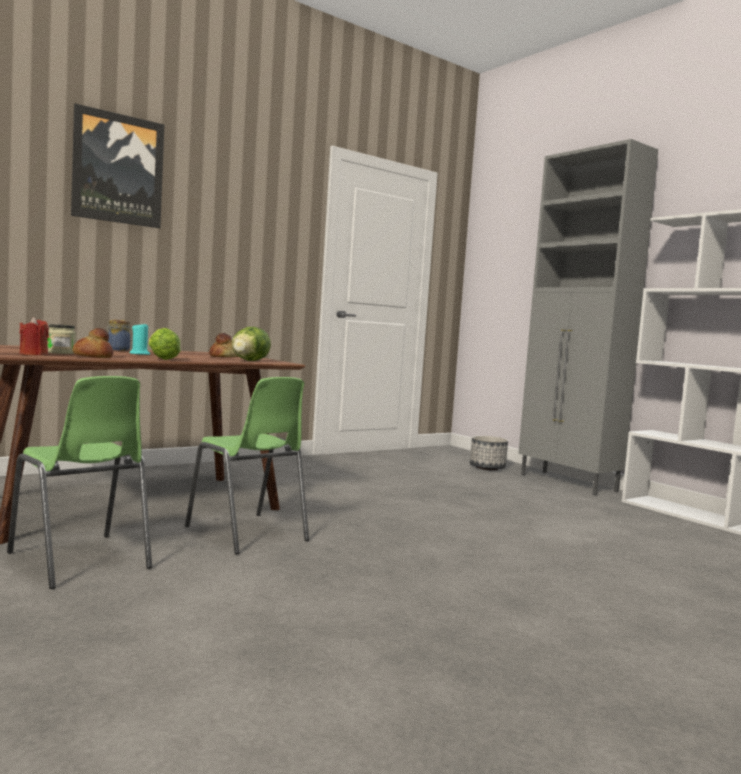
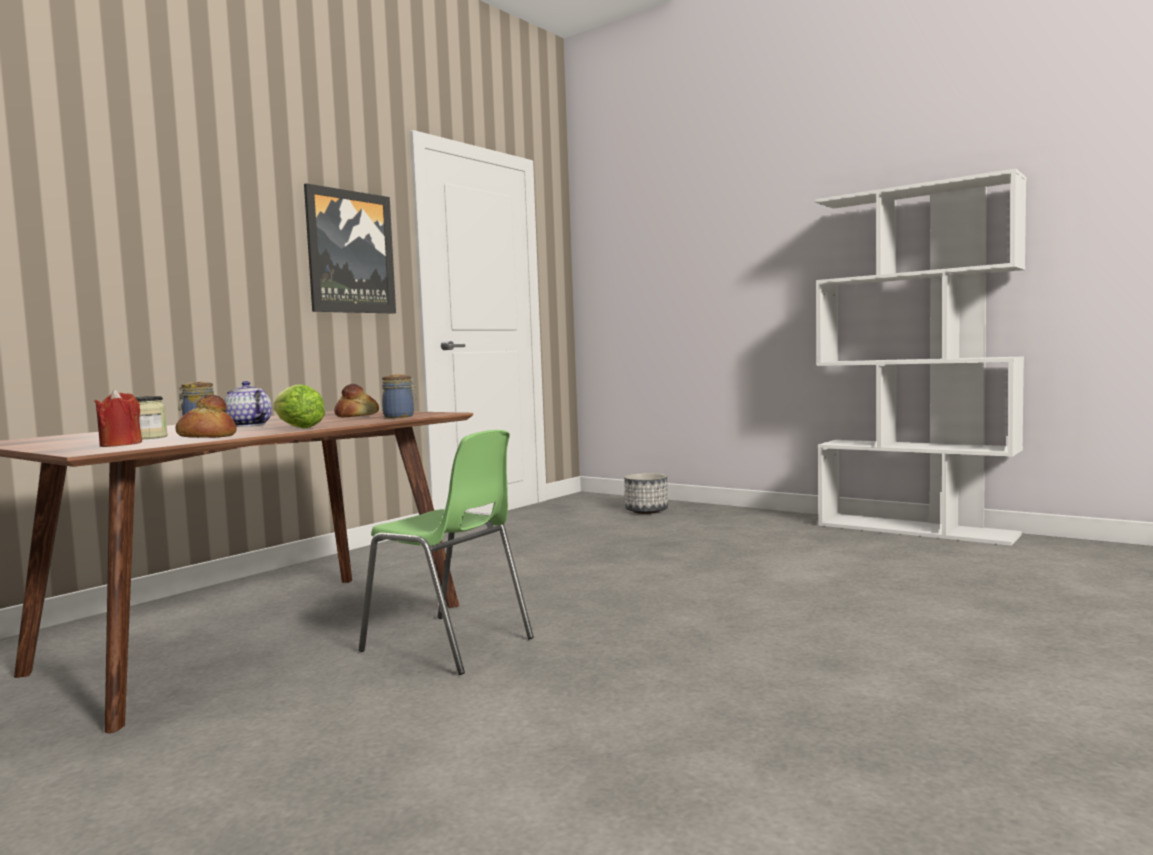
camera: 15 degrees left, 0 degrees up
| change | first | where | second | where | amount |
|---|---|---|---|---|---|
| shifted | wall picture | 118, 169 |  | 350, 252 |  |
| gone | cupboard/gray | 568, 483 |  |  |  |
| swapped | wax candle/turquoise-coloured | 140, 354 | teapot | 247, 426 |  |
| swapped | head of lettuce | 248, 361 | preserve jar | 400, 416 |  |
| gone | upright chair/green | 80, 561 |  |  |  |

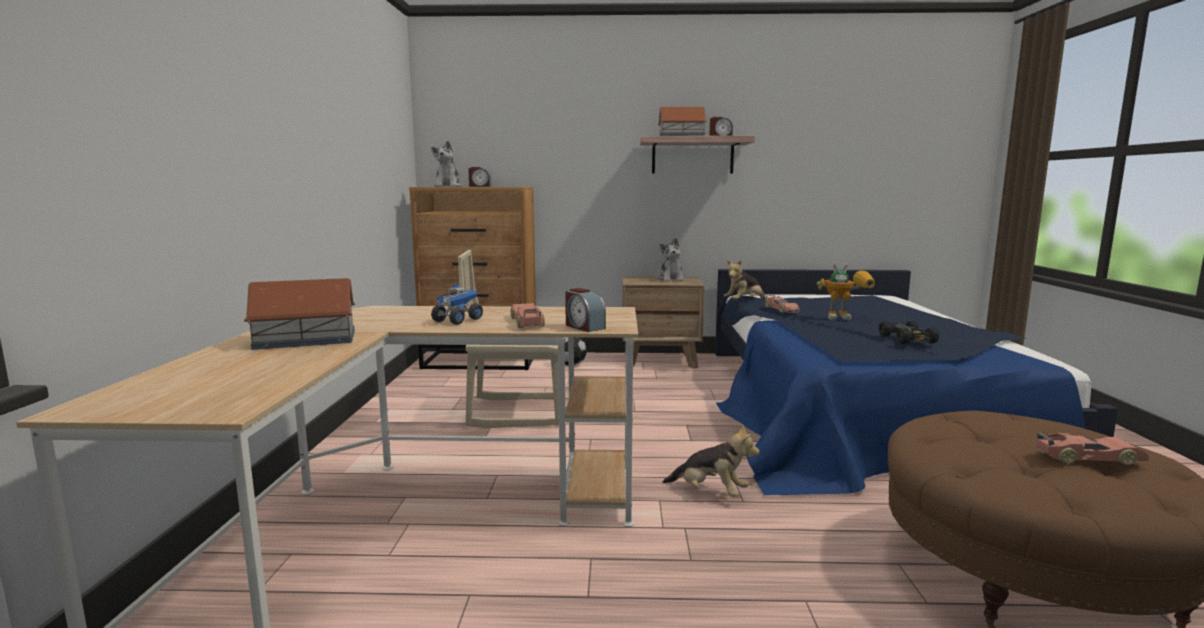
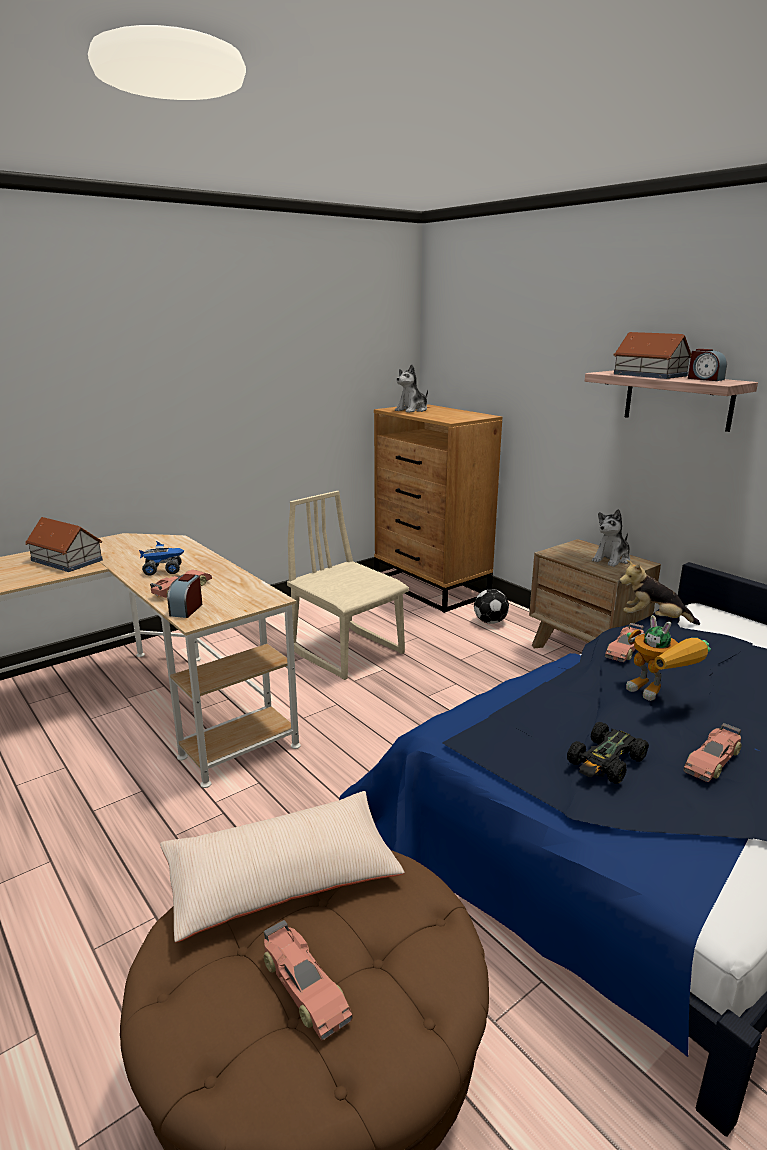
camera: 50 degrees right, 10 degrees up
| change | first | where | second | where | amount |
|---|---|---|---|---|---|
| gone | bedside clock | 480, 186 |  |  |  |
| gone | cuddly toy | 710, 492 |  |  |  |
| new |  |  | model car | 712, 760 |  |
| new |  |  | pillow/beige-coloured | 282, 879 |  |

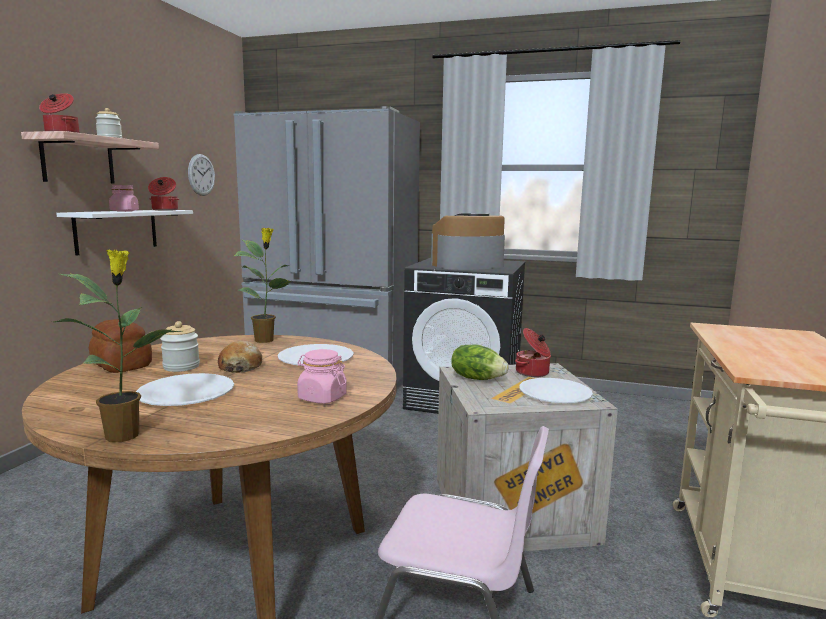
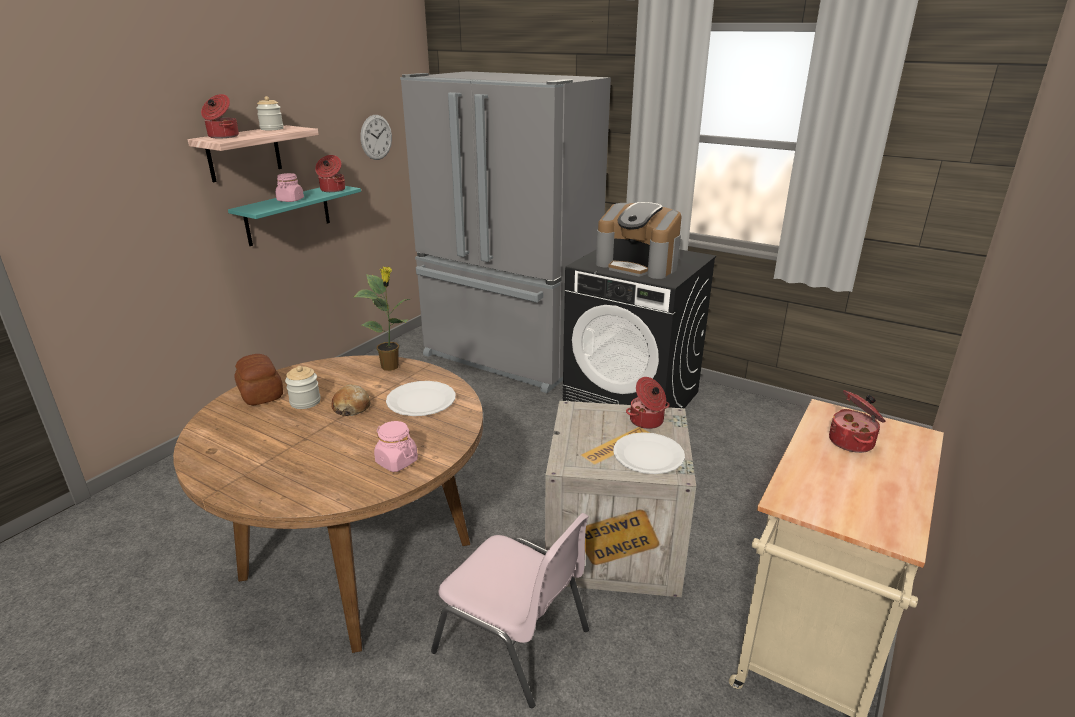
camera: 15 degrees right, 15 degrees up
| change | first | where | second | where | amount |
|---|---|---|---|---|---|
| repainted | shelf/whitish | 117, 230 | shelf/turquoise-coloured | 288, 214 |  |
| rotated | coffee brewer | 468, 265 |  | 638, 265 | 135 degrees counterclockwise |
| gone | houseplant | 125, 435 |  |  |  |
| gone | head of lettuce | 477, 378 |  |  |  |
| gone | plate/whitish | 186, 392 |  |  |  |
| new |  |  | cooking pot | 852, 442 |  |

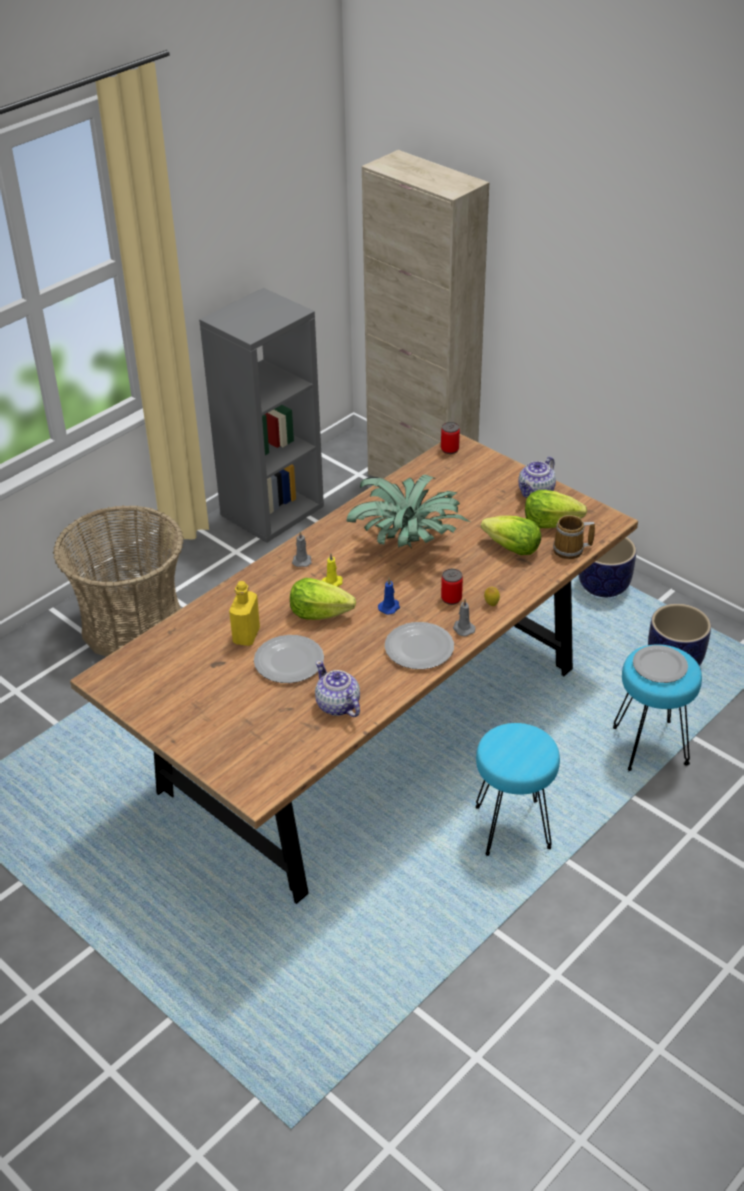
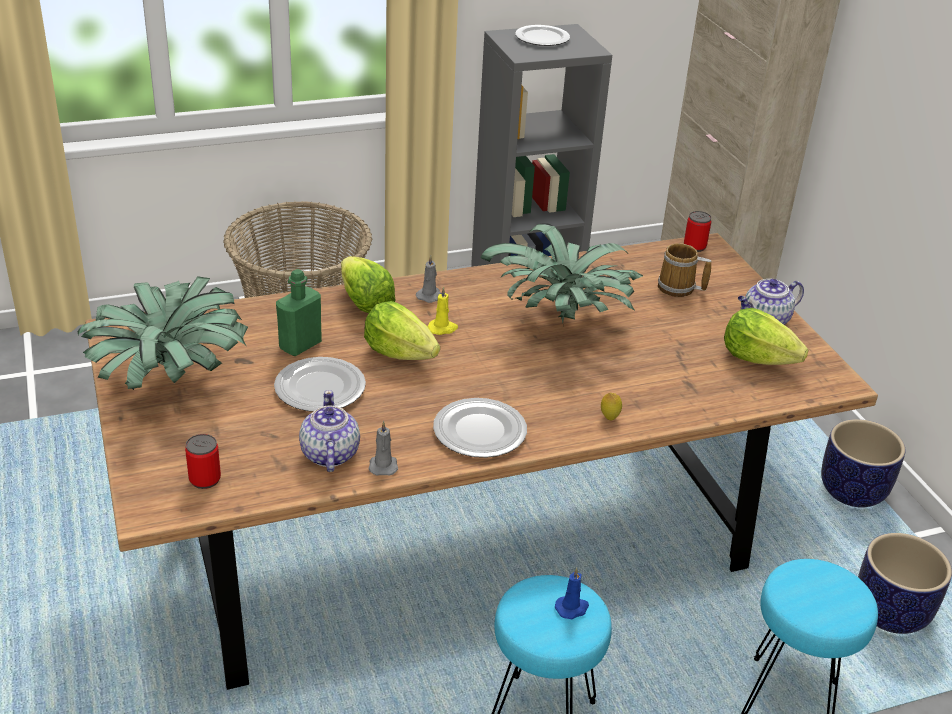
camera: 25 degrees right, 5 degrees down
| change | first | where | second | where | amount |
|---|---|---|---|---|---|
| shifted | coffee mug | 570, 550 |  | 678, 288 |  |
| shifted | head of lettuce | 512, 549 |  | 365, 303 |  |
| shifted | sealed can | 451, 598 |  | 205, 479 |  |
| shifted | wax candle/blue-coloured | 389, 607 |  | 572, 608 |  |
| repainted | drink bottle/yellow-coloured | 246, 636 | drink bottle/green | 300, 345 |  |
| shifted | wax candle/gray | 463, 628 |  | 383, 465 |  |
| shifted | plate | 658, 666 |  | 541, 38 |  |
| new |  |  | houseplant | 170, 380 |  |

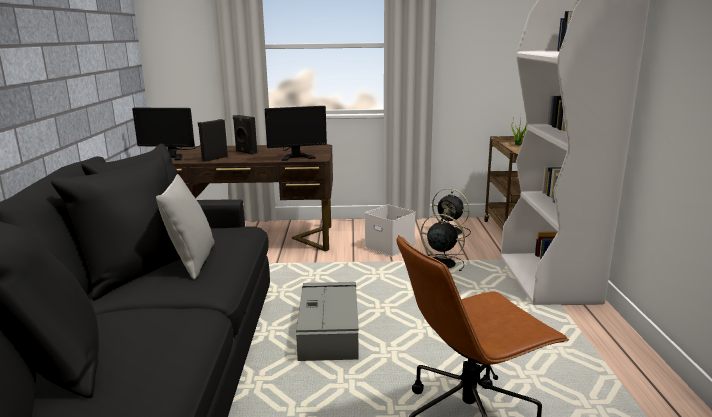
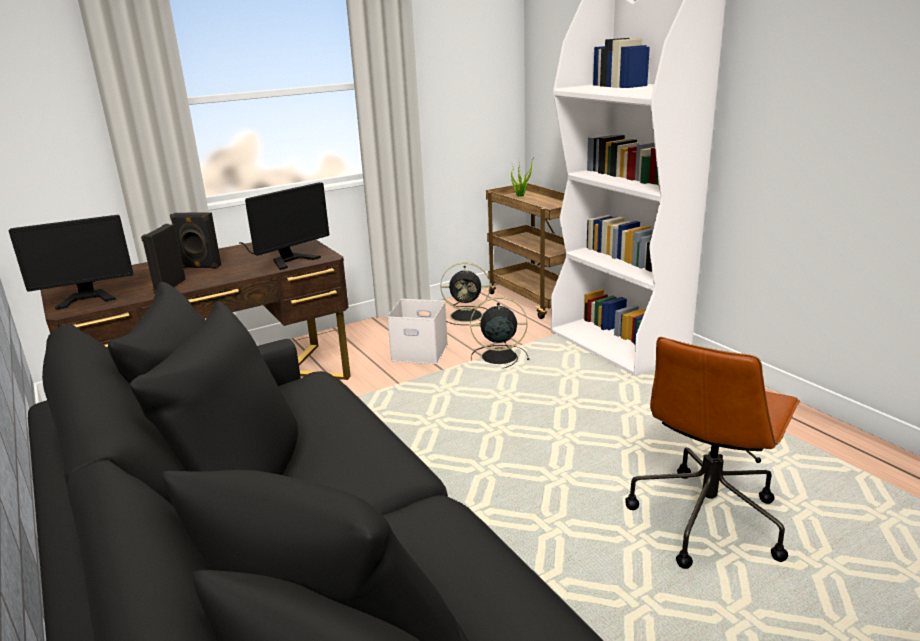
camera: 30 degrees left, 5 degrees up
| change | first | where | second | where | amount |
|---|---|---|---|---|---|
| gone | pillow/gray | 192, 261 |  |  |  |
| gone | storage box/gray | 329, 331 |  |  |  |

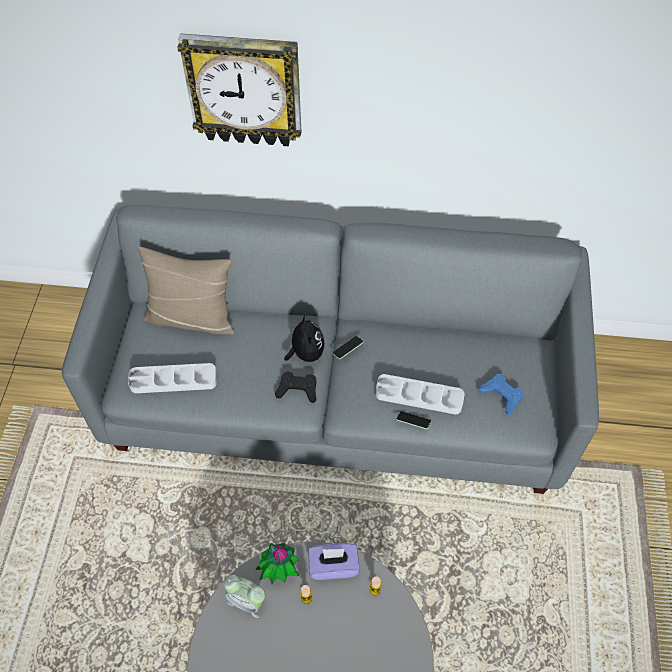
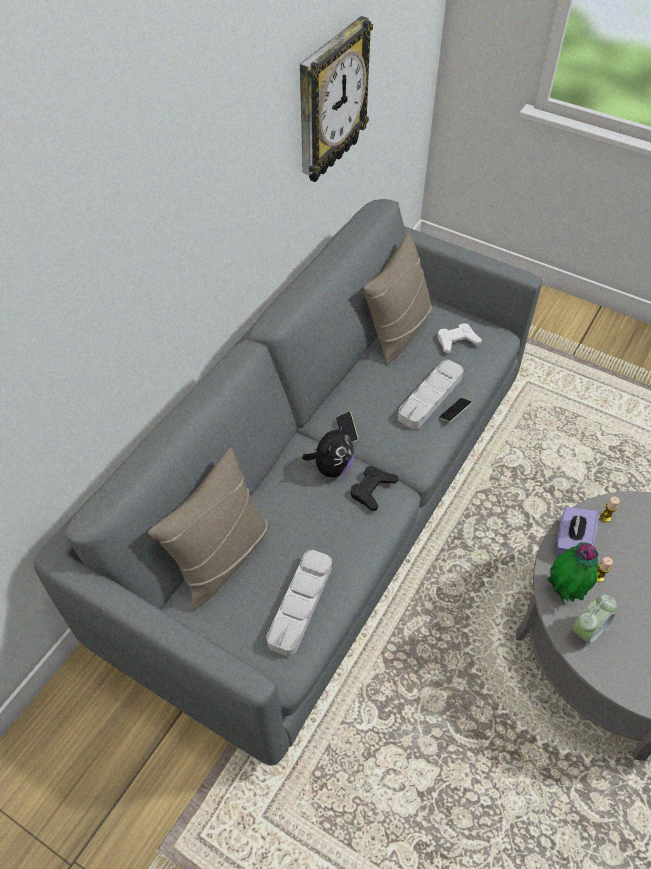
camera: 65 degrees left, 5 degrees down
| change | first | where | second | where | amount |
|---|---|---|---|---|---|
| shifted | hanging clock | 244, 90 |  | 330, 102 |  |
| rotated | cuddly toy | 306, 353 |  | 331, 467 | 105 degrees clockwise |
| repainted | gamepad/blue-coloured | 501, 395 | gamepad/whitish | 457, 341 |  |
| new |  |  | pillow/beige-coloured | 397, 331 |  |

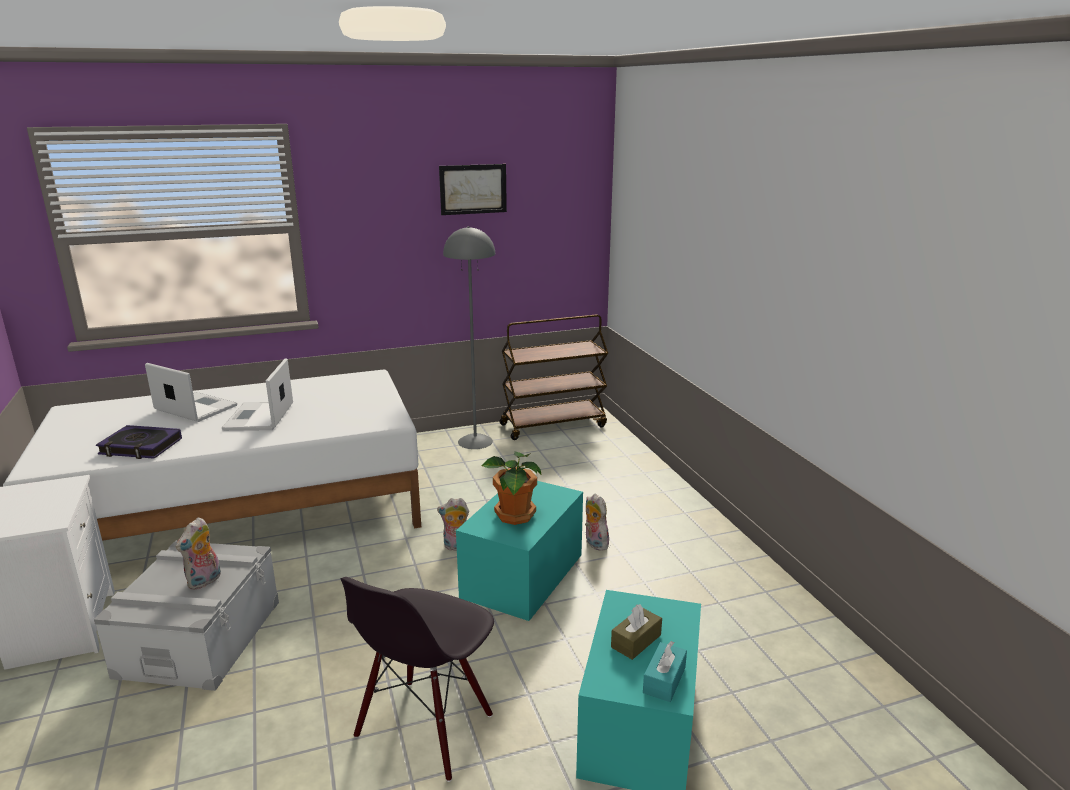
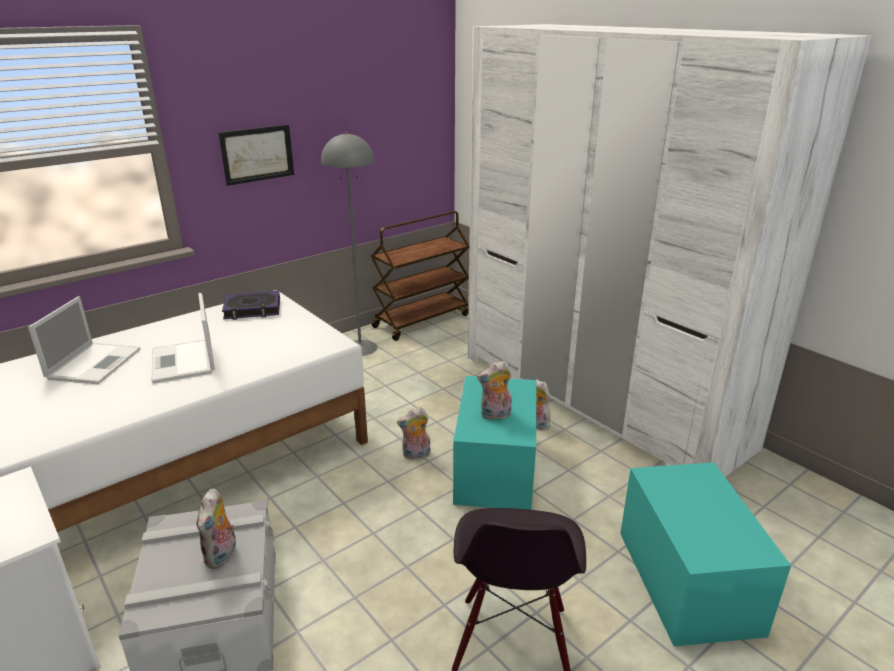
camera: 20 degrees left, 5 degrees up
| change | first | where | second | where | amount |
|---|---|---|---|---|---|
| shifted | wall picture | 473, 189 |  | 257, 154 |  |
| rotated | portable computer | 194, 408 |  | 95, 363 | 90 degrees clockwise |
| shifted | bound book | 141, 447 |  | 252, 309 |  |
| swapped | houseplant | 514, 516 | cuddly toy | 495, 415 |  |
| gone | box of tissues/brown | 636, 641 |  |  |  |
| gone | box of tissues/turquoise-coloured | 664, 680 |  |  |  |
| new |  |  | wardrobe/whitish | 598, 399 |  |

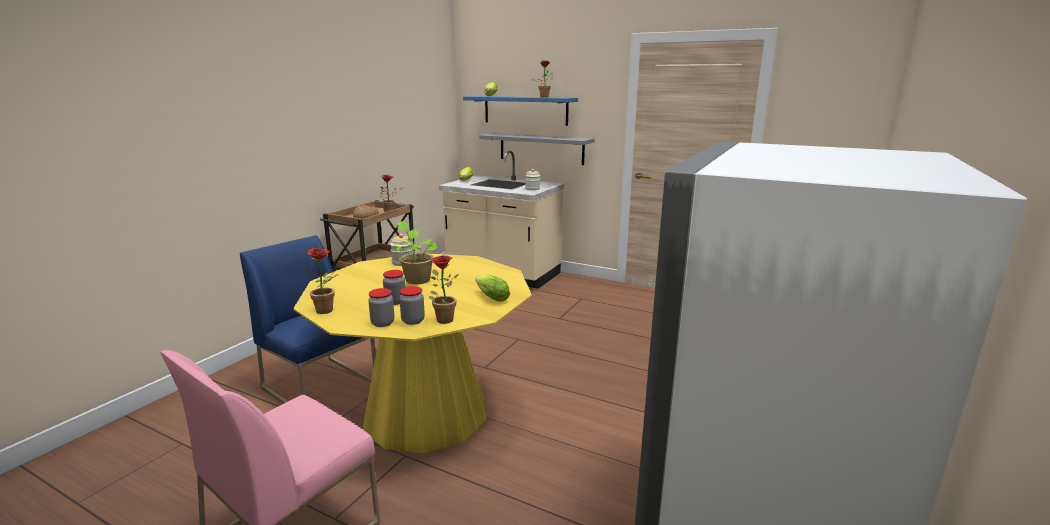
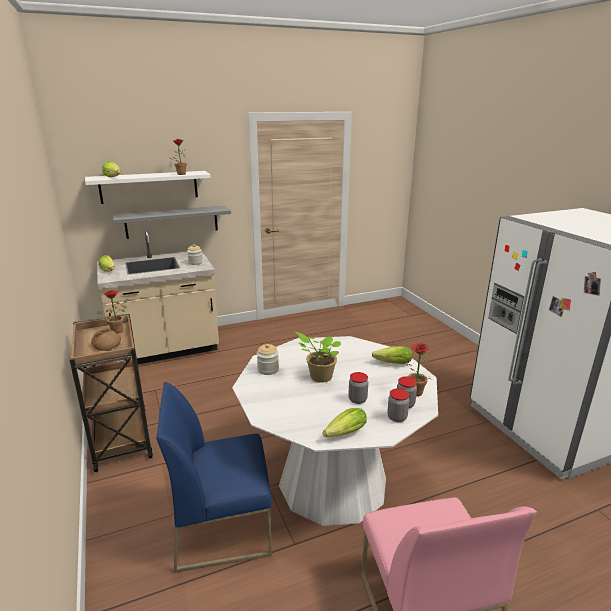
camera: 50 degrees left, 5 degrees up
| change | first | where | second | where | amount |
|---|---|---|---|---|---|
| repainted | shelf/blue-coloured | 525, 110 | shelf/whitish | 149, 187 |  |
| swapped | houseplant | 328, 311 | head of lettuce | 343, 434 |  |
| repainted | dinner table/yellow-coloured | 425, 413 | dinner table/whitish | 333, 482 |  |

